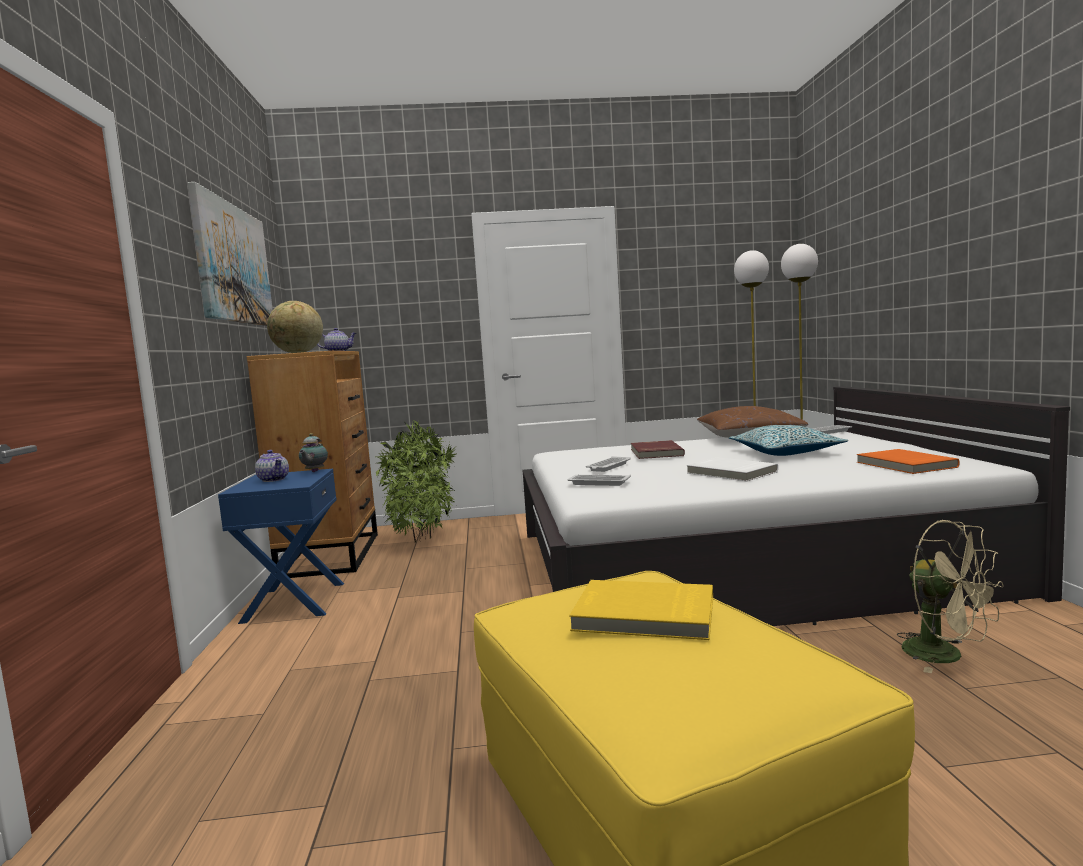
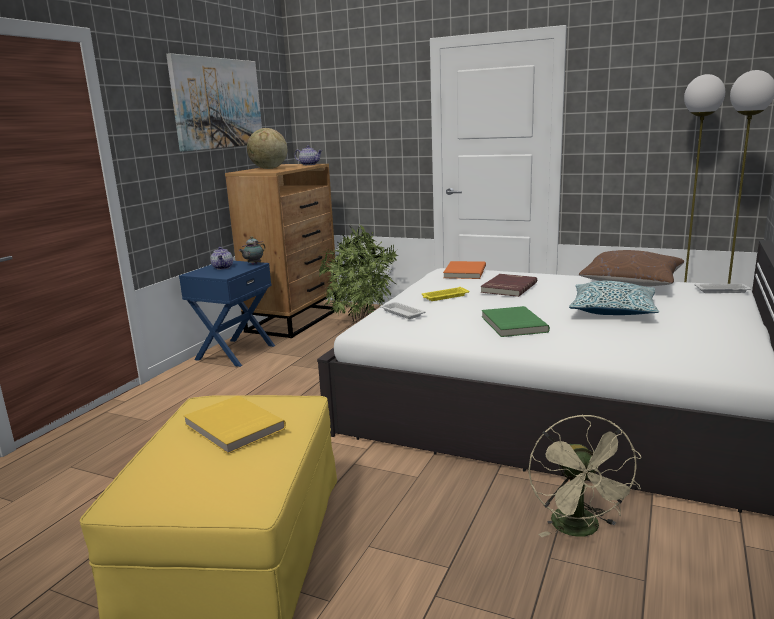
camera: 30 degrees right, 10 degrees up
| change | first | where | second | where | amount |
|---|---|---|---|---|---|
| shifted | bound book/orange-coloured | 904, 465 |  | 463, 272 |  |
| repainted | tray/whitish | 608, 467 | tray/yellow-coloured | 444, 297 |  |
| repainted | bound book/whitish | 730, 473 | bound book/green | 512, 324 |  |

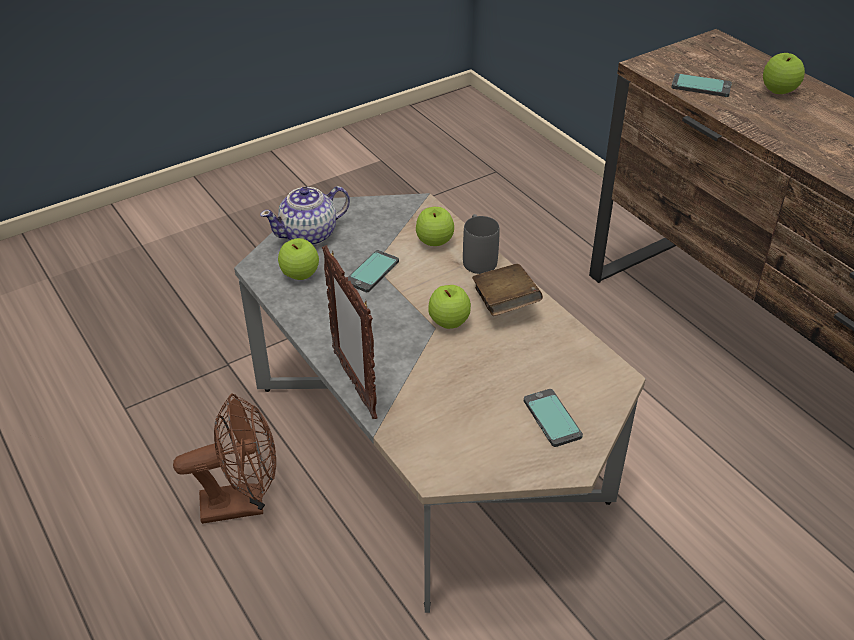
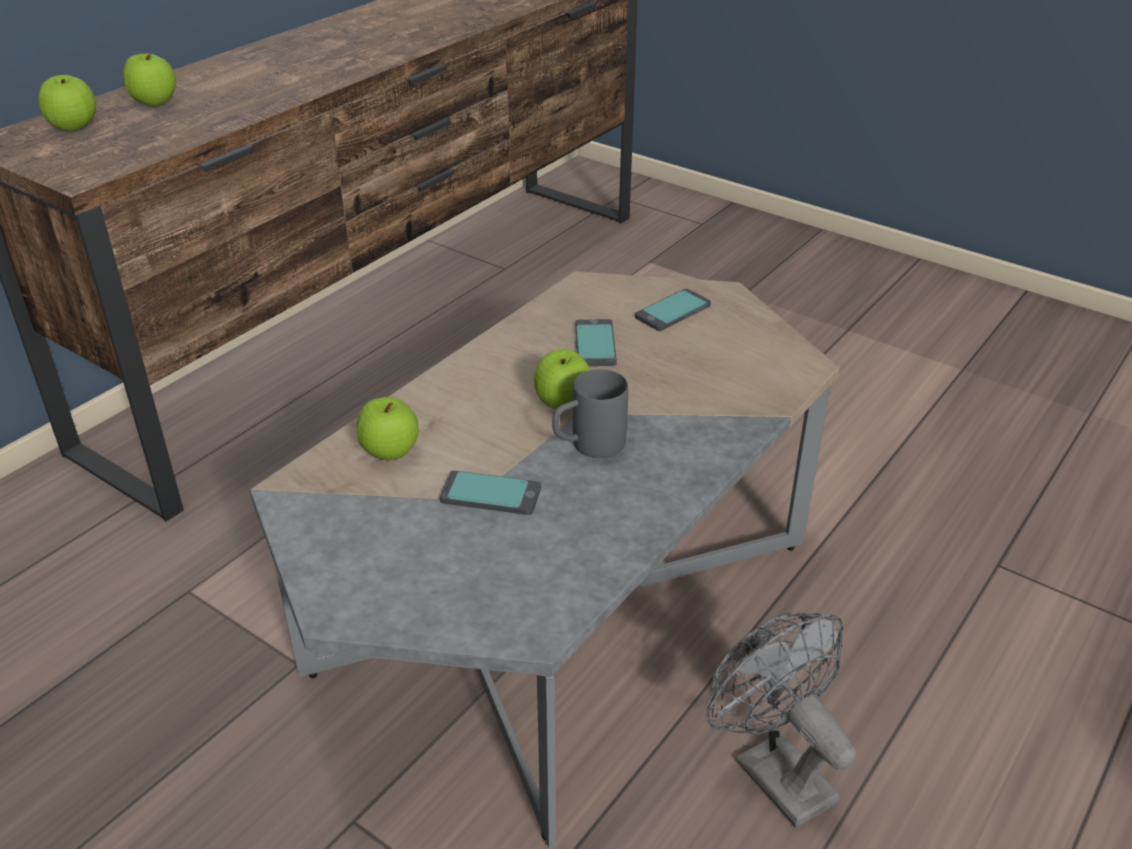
camera: 110 degrees left, 5 degrees down
| change | first | where | second | where | amount |
|---|---|---|---|---|---|
| shifted | telephone | 701, 86 |  | 594, 344 |  |
| gone | teapot | 309, 235 |  |  |  |
| shifted | coffee mug/gray | 478, 258 |  | 588, 446 |  |
| shifted | whole apple | 300, 275 |  | 74, 128 |  |
| gone | standing frame | 354, 384 |  |  |  |
| gone | bound book/brown | 505, 304 |  |  |  |
| repainted | electric fan/brown | 243, 503 | electric fan/gray | 772, 771 |  |

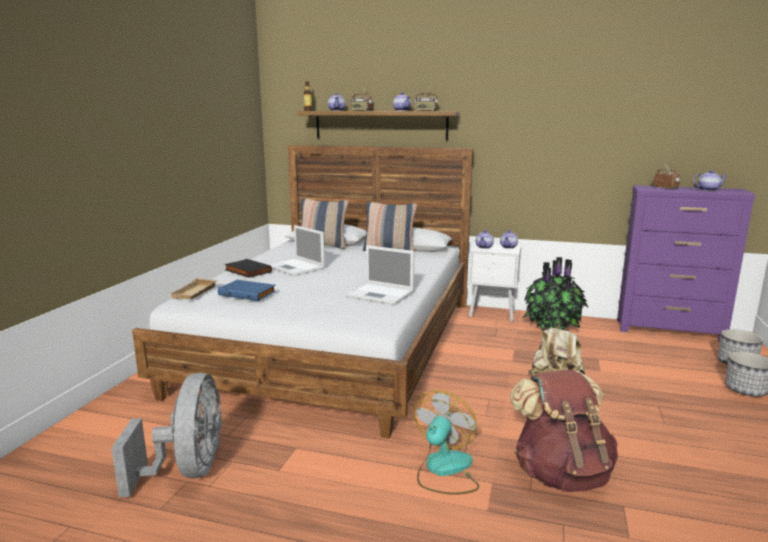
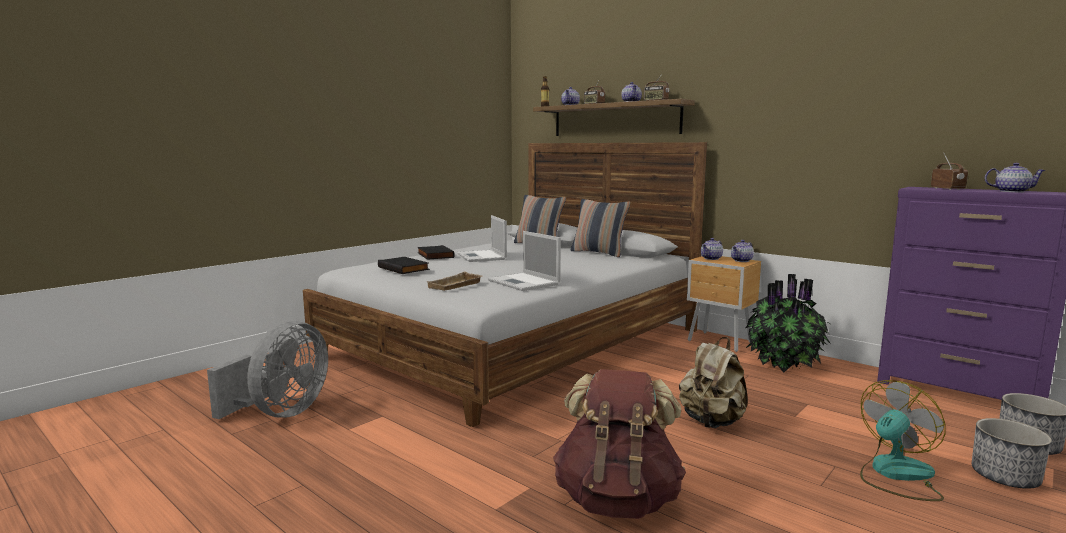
camera: 25 degrees right, 5 degrees down
| change | first | where | second | where | amount |
|---|---|---|---|---|---|
| repainted | night table/whitish | 493, 315 | night table/brown | 720, 342 |  |
| shifted | tray/beige-coloured | 195, 293 |  | 455, 286 |  |
| repainted | bound book/blue-coloured | 248, 293 | bound book/black | 404, 268 |  |
| shifted | electric fan | 444, 470 |  | 896, 475 |  |

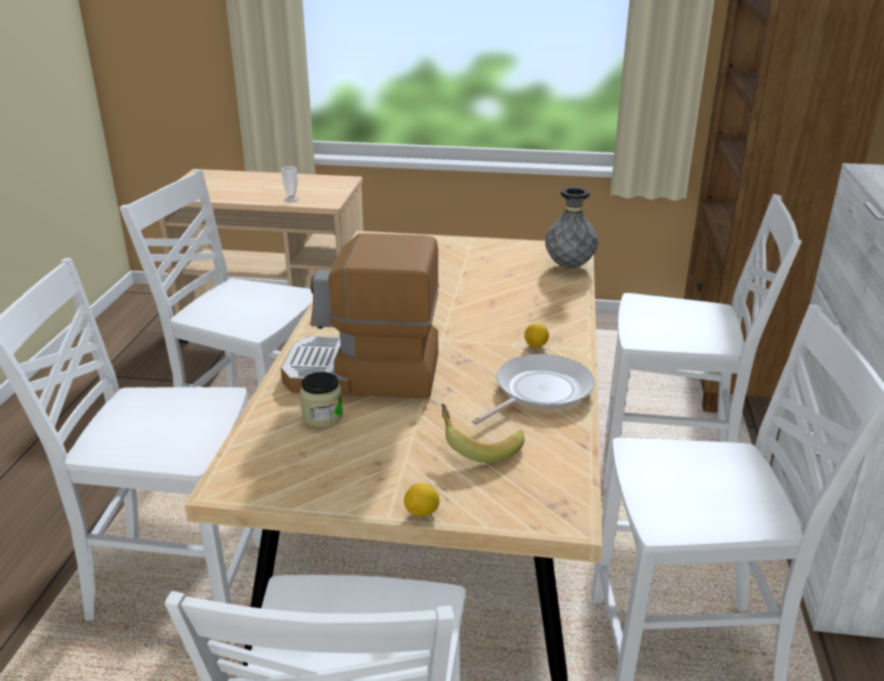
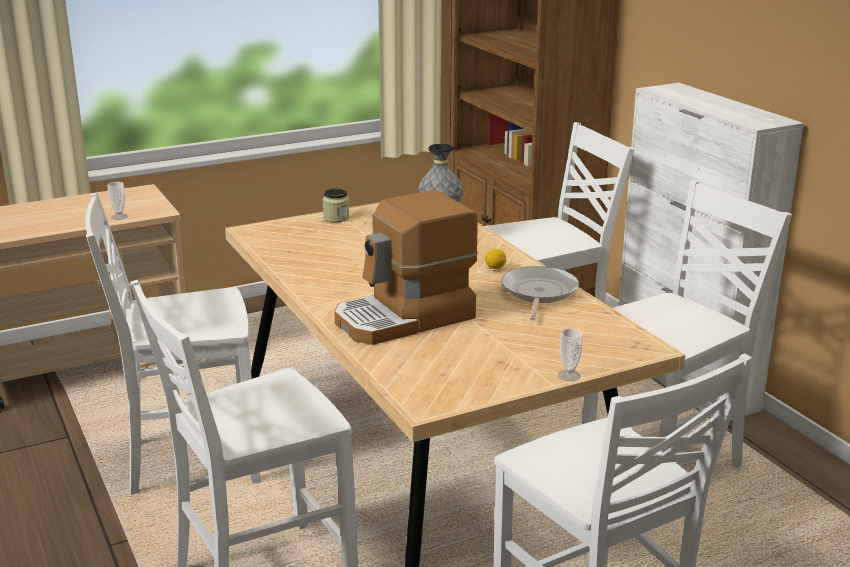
camera: 35 degrees left, 5 degrees down
| change | first | where | second | where | amount |
|---|---|---|---|---|---|
| shifted | preserve jar | 322, 417 |  | 336, 218 |  |
| gone | banana | 479, 446 |  |  |  |
| swapped | lemon | 422, 513 | small cup | 569, 375 |  |

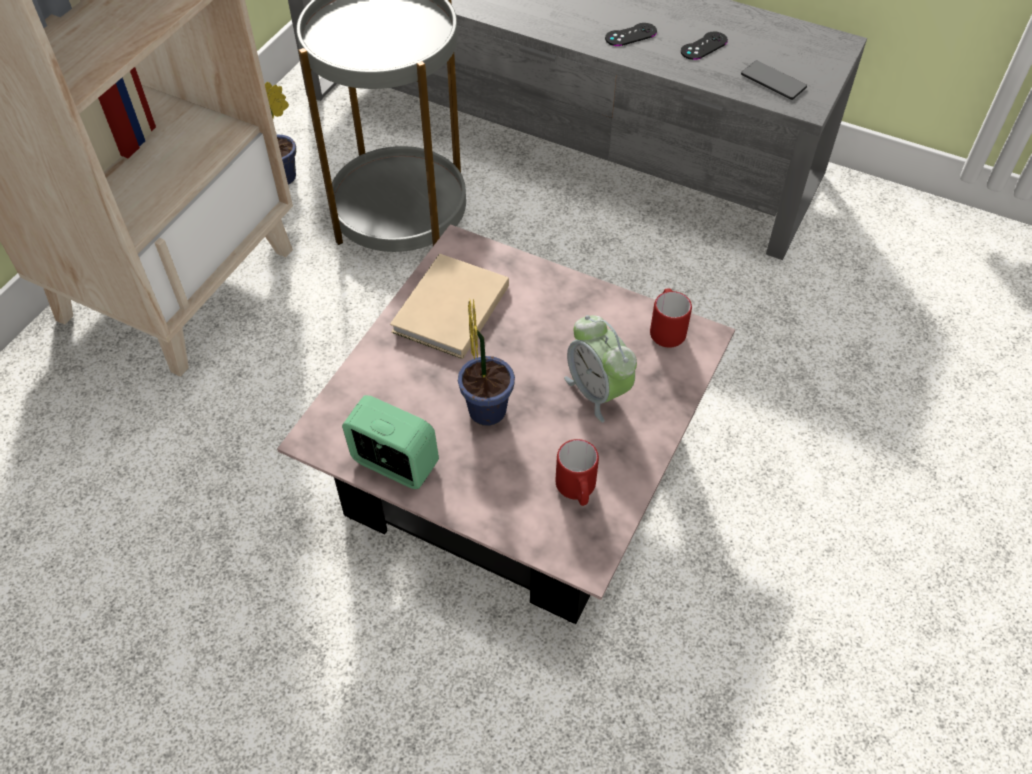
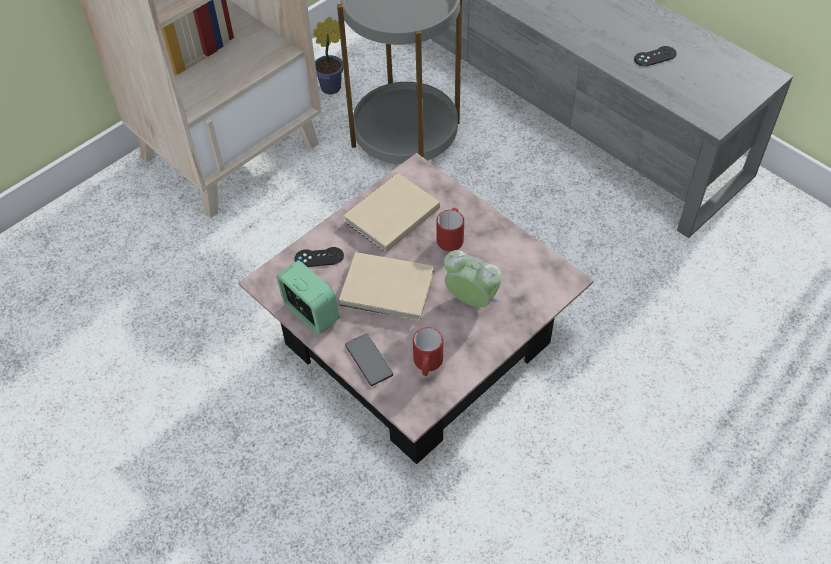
camera: 20 degrees right, 0 degrees up
| change | first | where | second | where | amount |
|---|---|---|---|---|---|
| shifted | gamepad/black | 631, 35 |  | 319, 257 |  |
| shifted | telephone | 773, 81 |  | 369, 360 |  |
| shifted | coffee mug/reddish | 666, 329 |  | 451, 238 |  |
| swapped | houseplant | 487, 406 | bound book/beige-coloured | 389, 290 |  |
| rotated | bedside clock | 597, 391 |  | 471, 300 | 135 degrees clockwise |

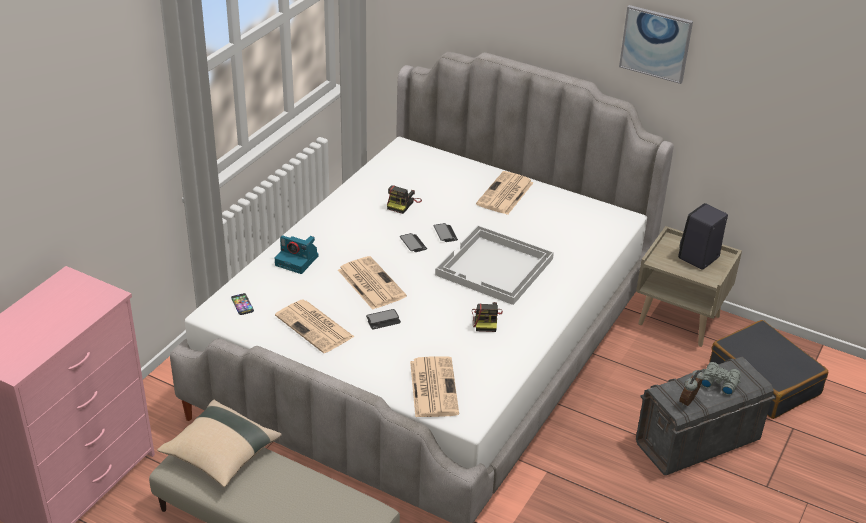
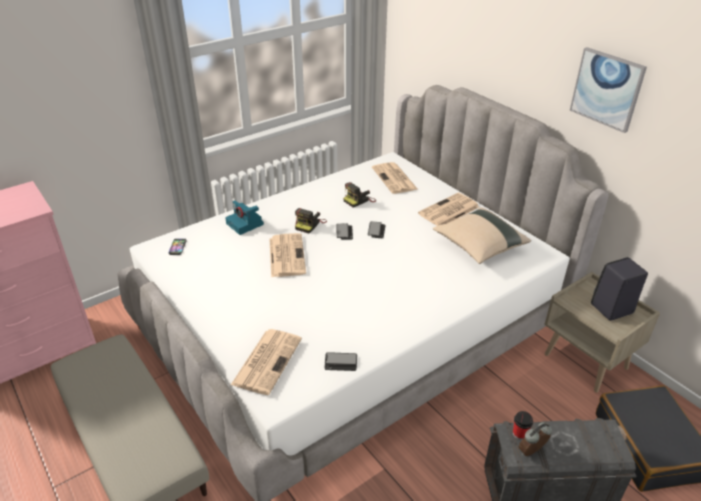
camera: 25 degrees right, 0 degrees up
| change | first | where | second | where | amount |
|---|---|---|---|---|---|
| gone | tray/whitish | 495, 267 |  |  |  |
| shifted | printed paper | 315, 327 |  | 395, 179 |  |
| shifted | still camera | 486, 320 |  | 310, 224 |  |
| shifted | telephone | 383, 320 |  | 340, 362 |  |
| gone | field glasses/gray | 718, 382 |  |  |  |
| shifted | pillow/beige-coloured | 221, 455 |  | 479, 246 |  |
| new |  |  | small cup | 519, 434 |  |

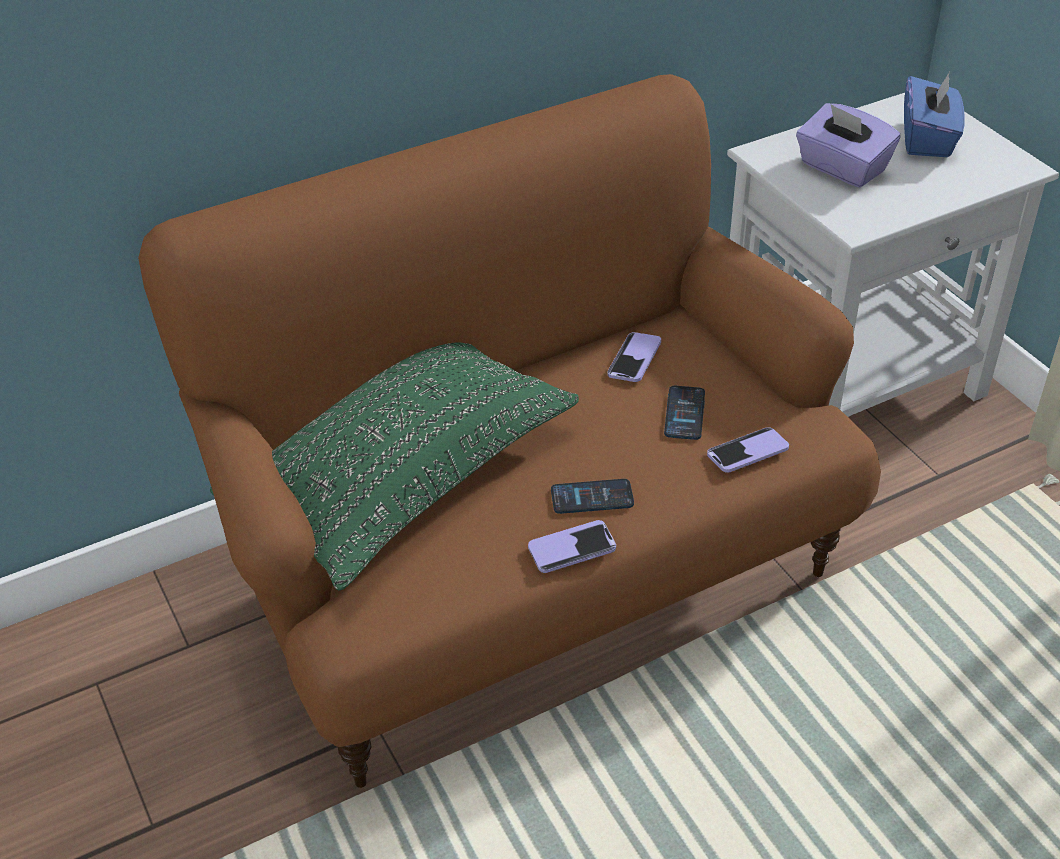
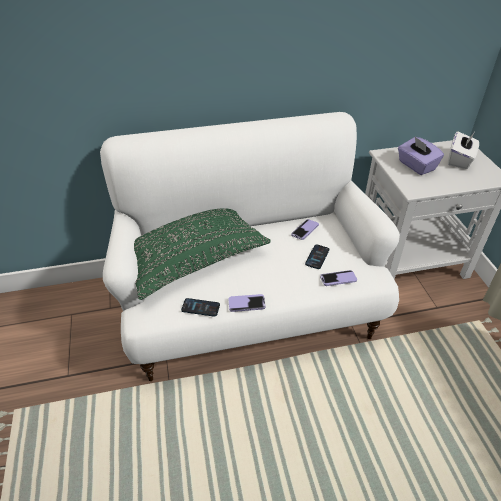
camera: 15 degrees right, 0 degrees up
| change | first | where | second | where | amount |
|---|---|---|---|---|---|
| repainted | box of tissues/blue-coloured | 928, 139 | box of tissues/whitish | 460, 160 |  |
| repainted | settee/brown | 532, 576 | settee/whitish | 250, 311 |  |
| shifted | telephone | 592, 497 |  | 200, 308 |  |

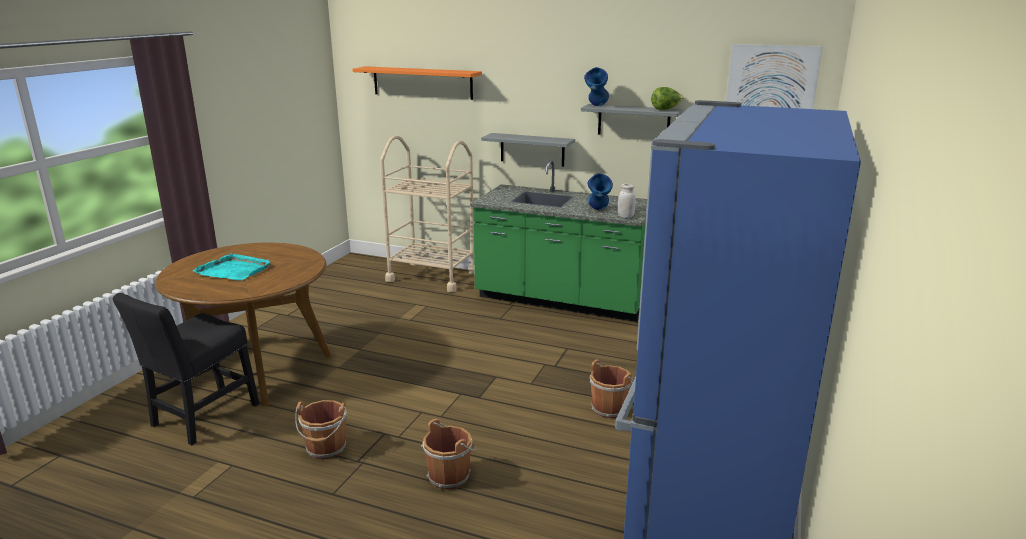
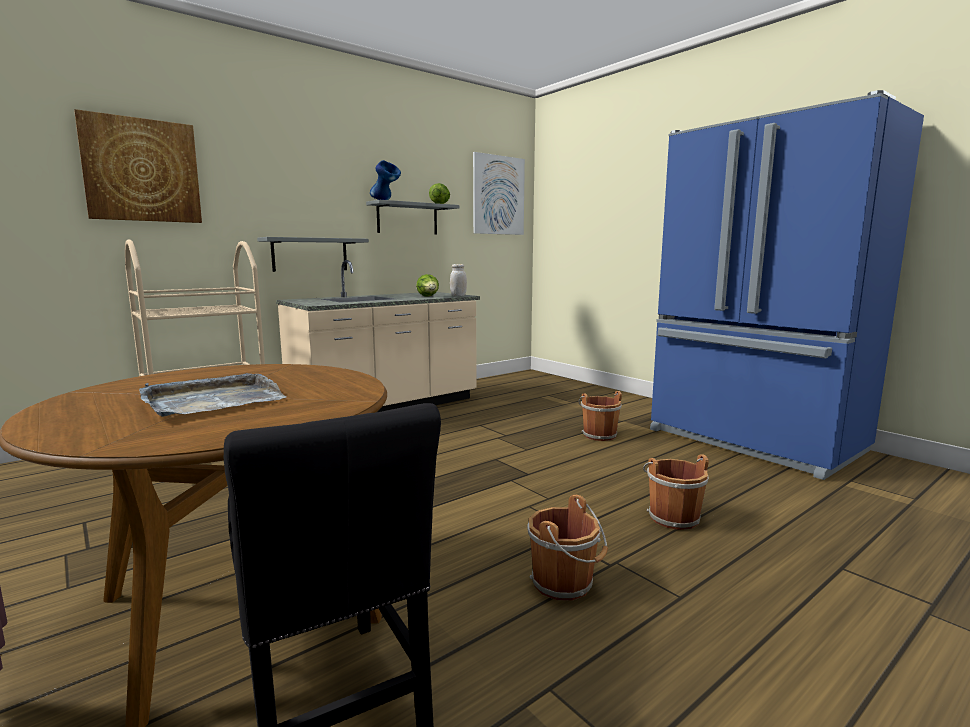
camera: 60 degrees left, 10 degrees down
| change | first | where | second | where | amount |
|---|---|---|---|---|---|
| swapped | shelf/orange-coloured | 422, 82 | wall picture | 142, 170 |  |
| repainted | counter/green | 562, 300 | counter/beige-coloured | 386, 407 |  |
| swapped | flower vase/blue-coloured | 598, 210 | head of lettuce | 428, 296 |  |
| repainted | tray/turquoise-coloured | 234, 270 | tray/gray | 212, 400 |  |

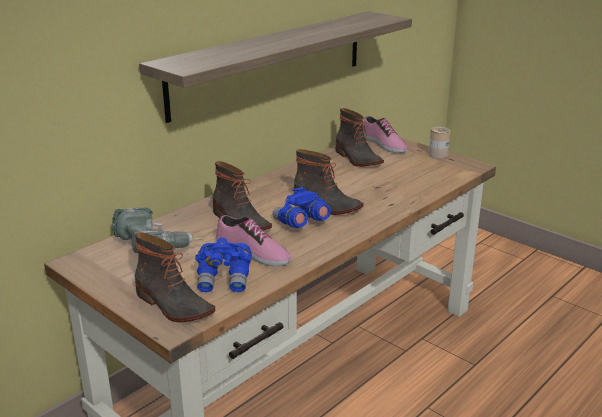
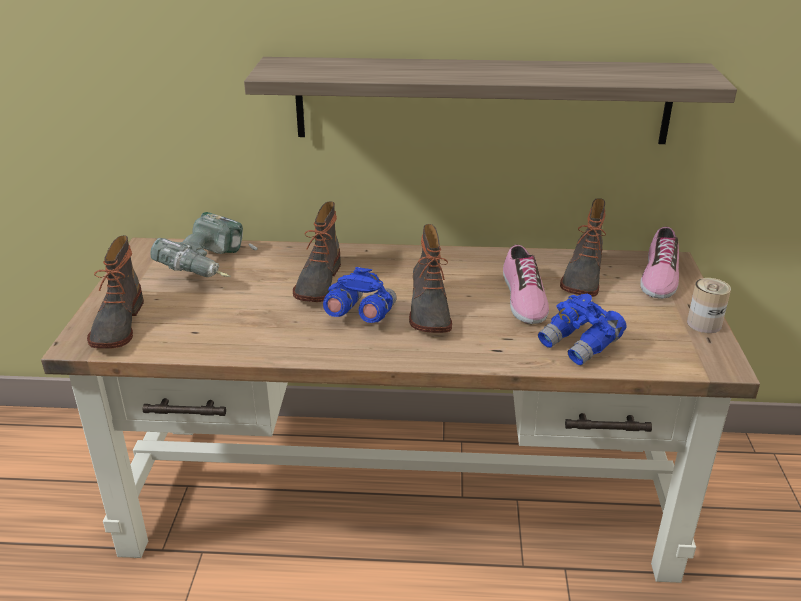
camera: 50 degrees right, 5 degrees up
| change | first | where | second | where | amount |
|---|---|---|---|---|---|
| shifted | shoe | 252, 252 |  | 522, 297 |  |
| shifted | field glasses/blue-coloured | 225, 279 |  | 580, 345 |  |

